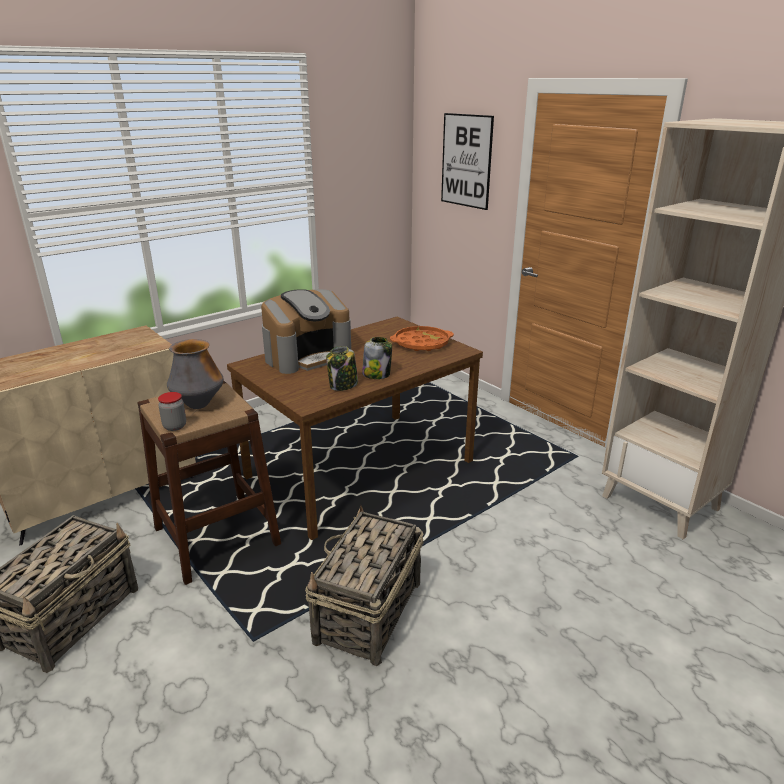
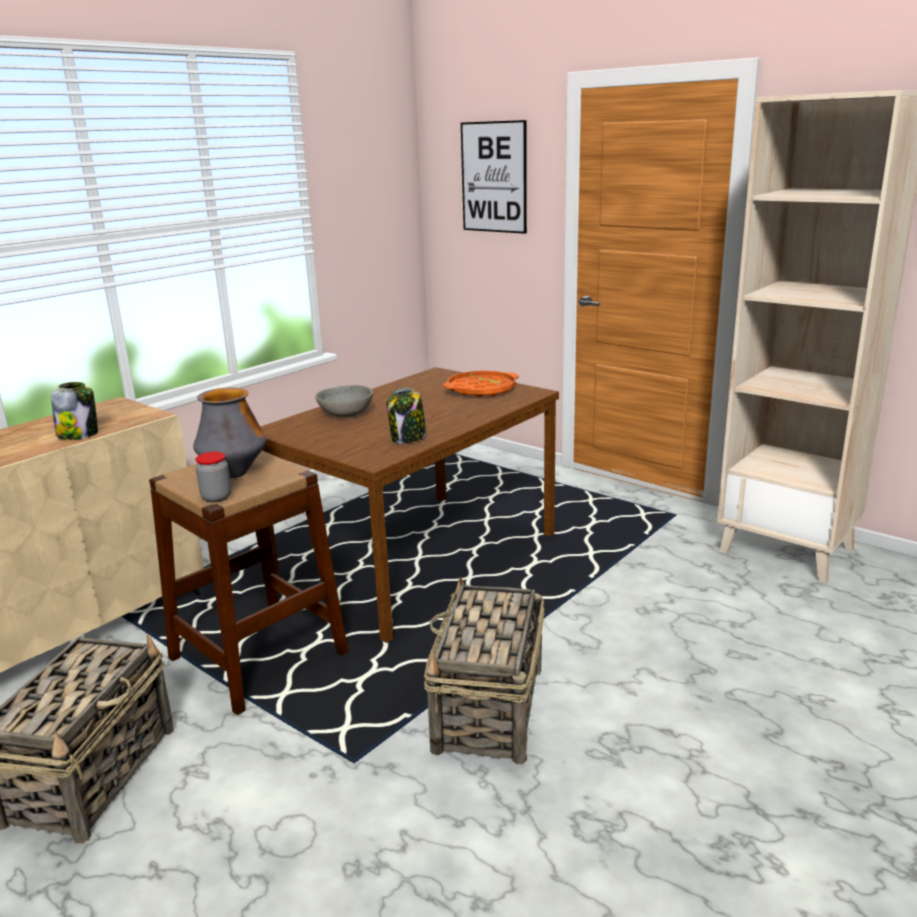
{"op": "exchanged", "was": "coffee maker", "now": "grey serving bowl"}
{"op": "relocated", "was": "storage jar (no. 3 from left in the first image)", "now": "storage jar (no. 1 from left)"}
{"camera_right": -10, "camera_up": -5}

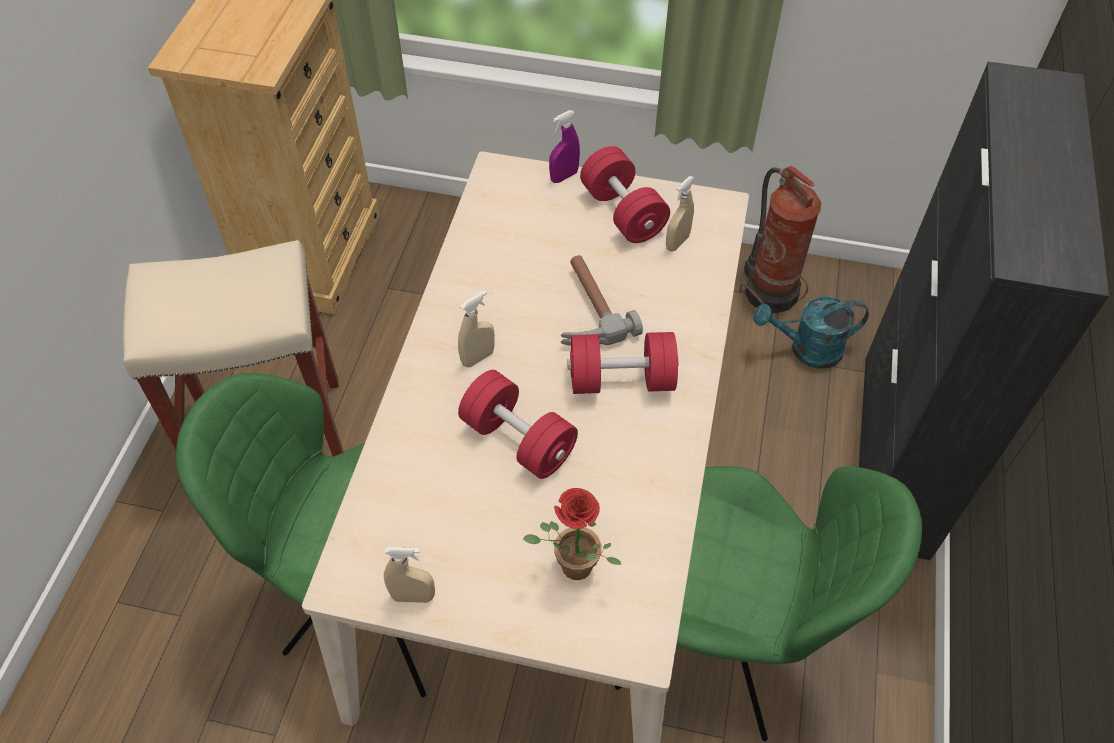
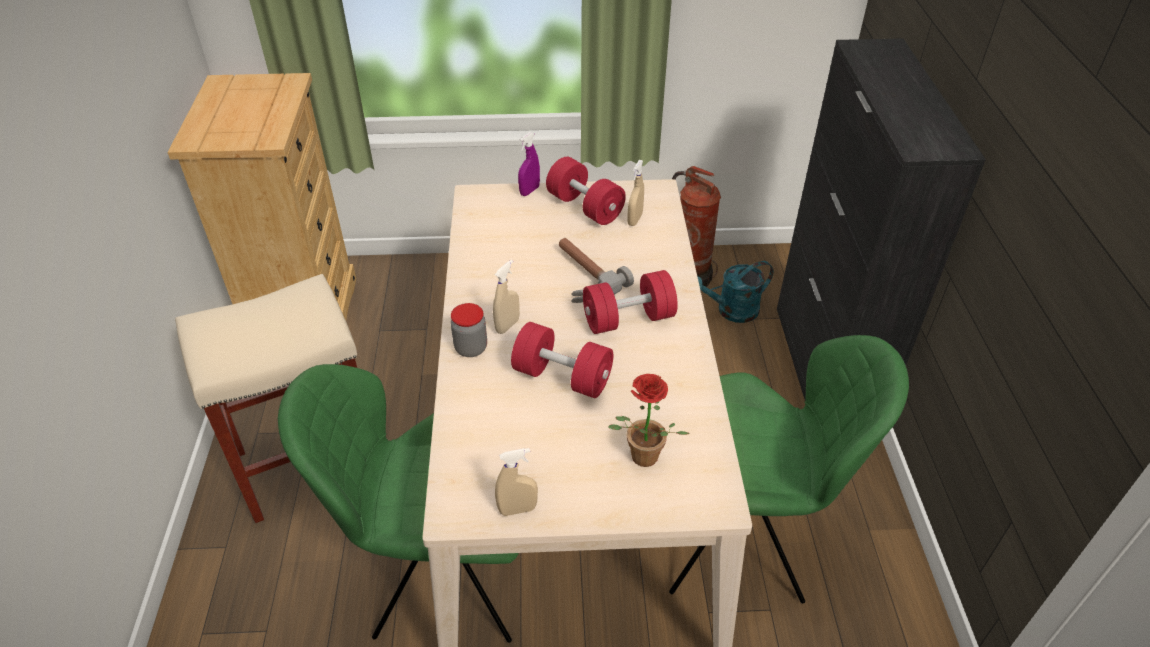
{"op": "appeared", "now": "storage jar"}
{"camera_right": -15, "camera_up": -10}

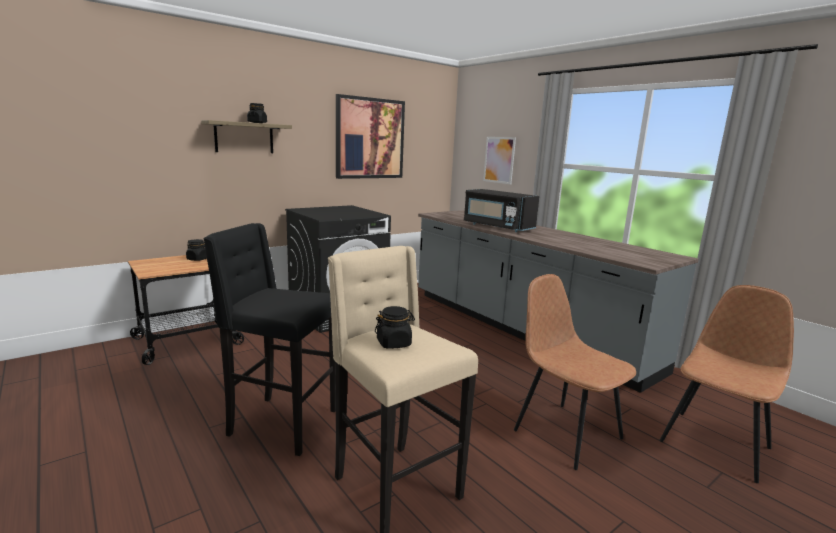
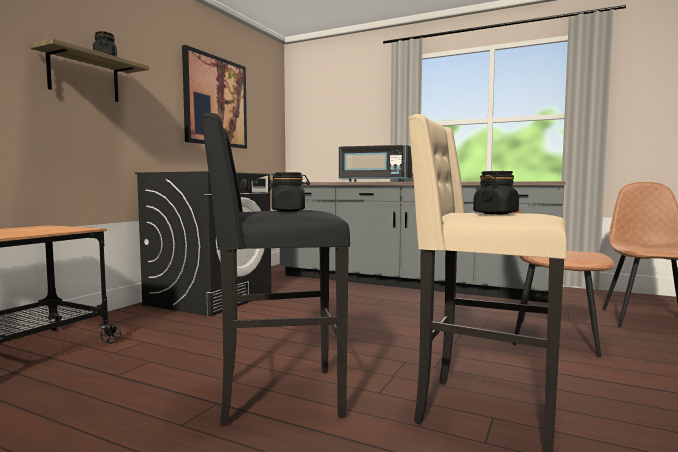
{"op": "missing", "was": "wall picture (no. 2 from left)"}
{"op": "relocated", "was": "black-coloured storage jar (no. 1 from left in the first image)", "now": "black-coloured storage jar (no. 2 from left)"}
{"camera_right": -25, "camera_up": -10}

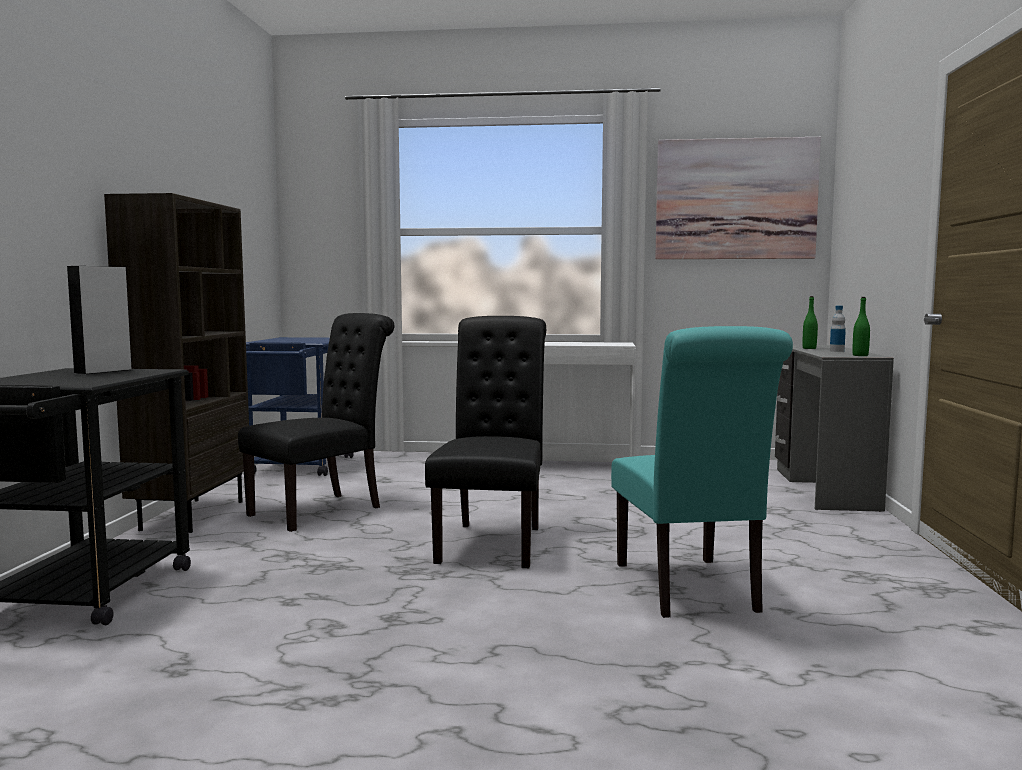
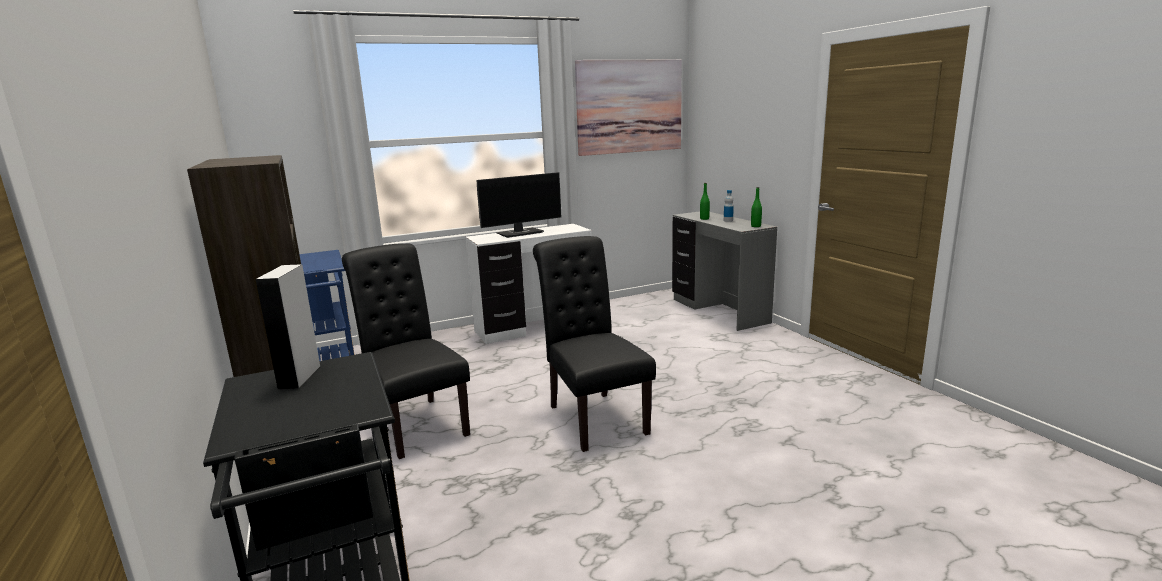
{"op": "spun", "was": "black-coloured chair (no. 1 from left)", "clockwise": -45}
{"op": "missing", "was": "blue-green chair"}
{"op": "appeared", "now": "computer display"}
{"camera_right": -30, "camera_up": 10}

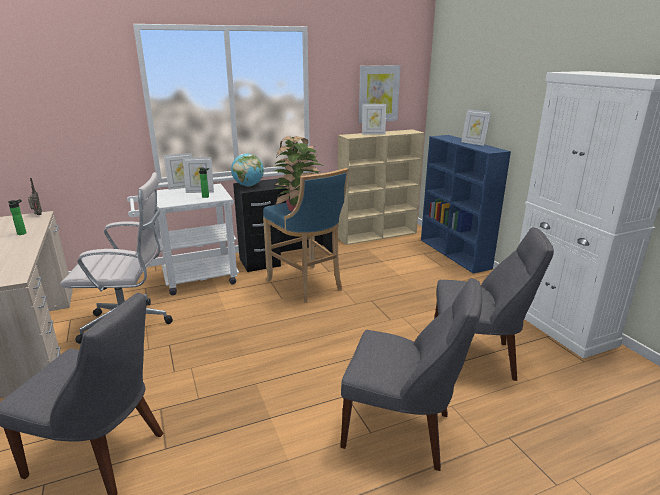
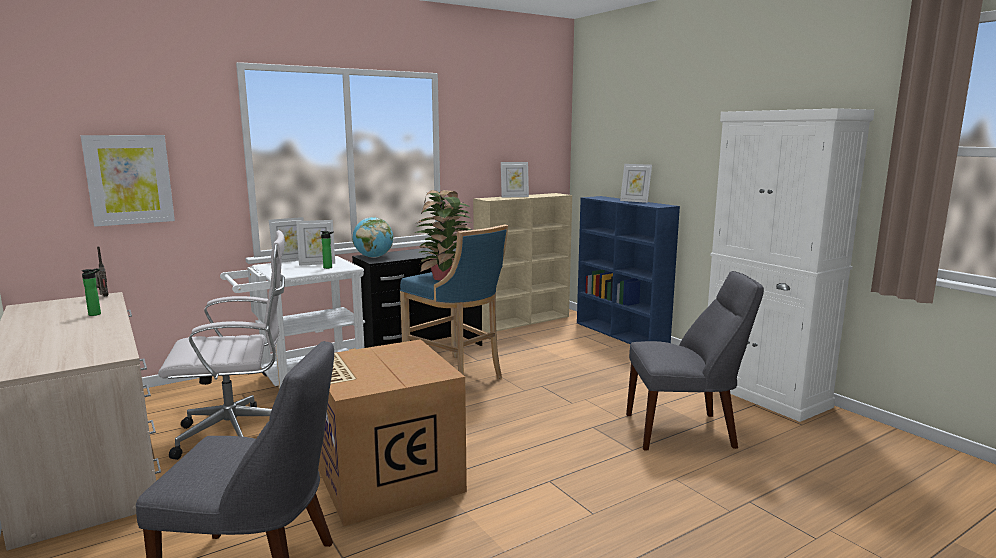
{"op": "relocated", "was": "wall picture"}
{"op": "missing", "was": "grey chair (no. 2 from left)"}
{"op": "appeared", "now": "cardboard box"}
{"camera_right": -10, "camera_up": -10}

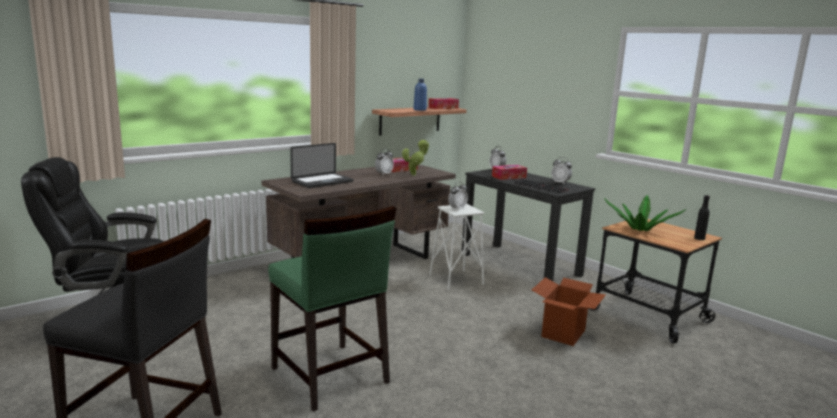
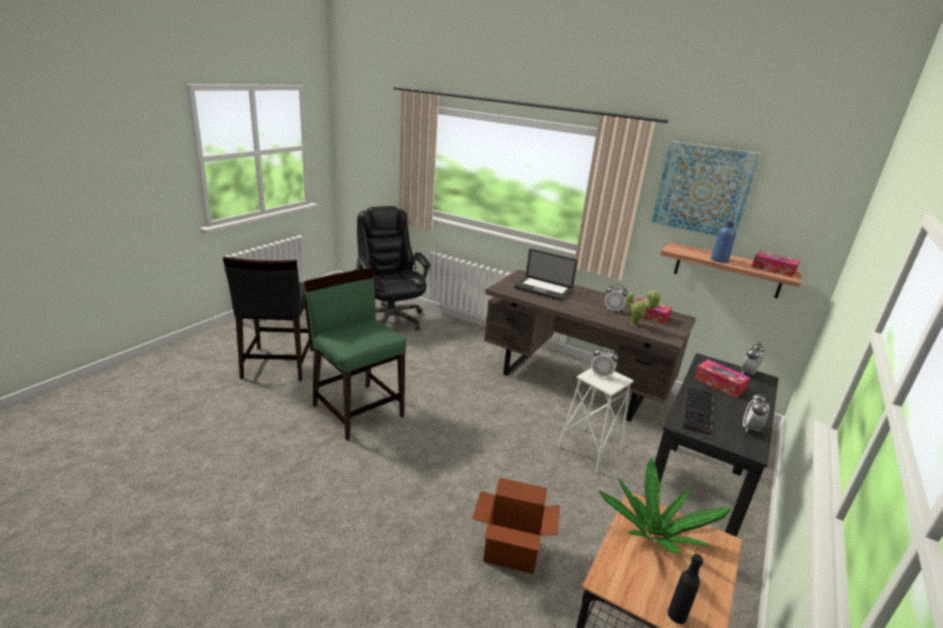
{"op": "spun", "was": "greenish chair", "clockwise": 105}
{"op": "appeared", "now": "wall picture"}
{"camera_right": 70, "camera_up": 10}

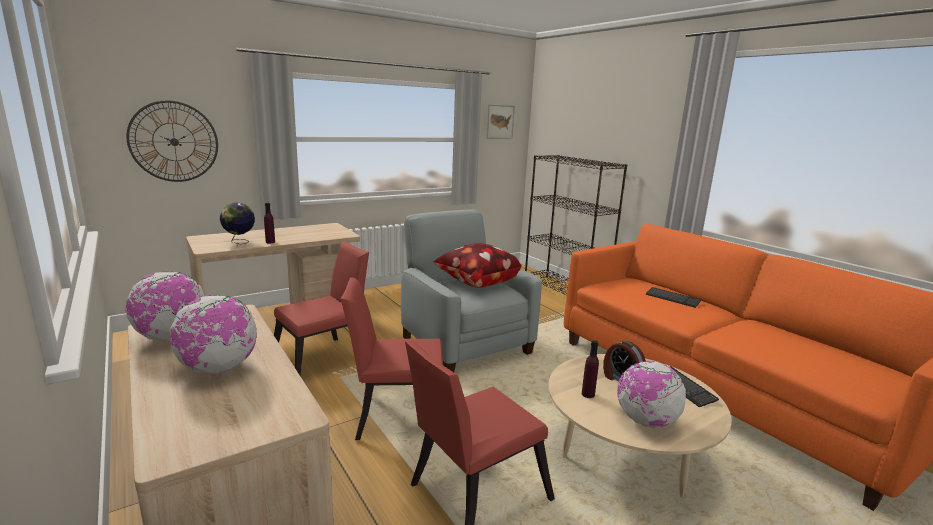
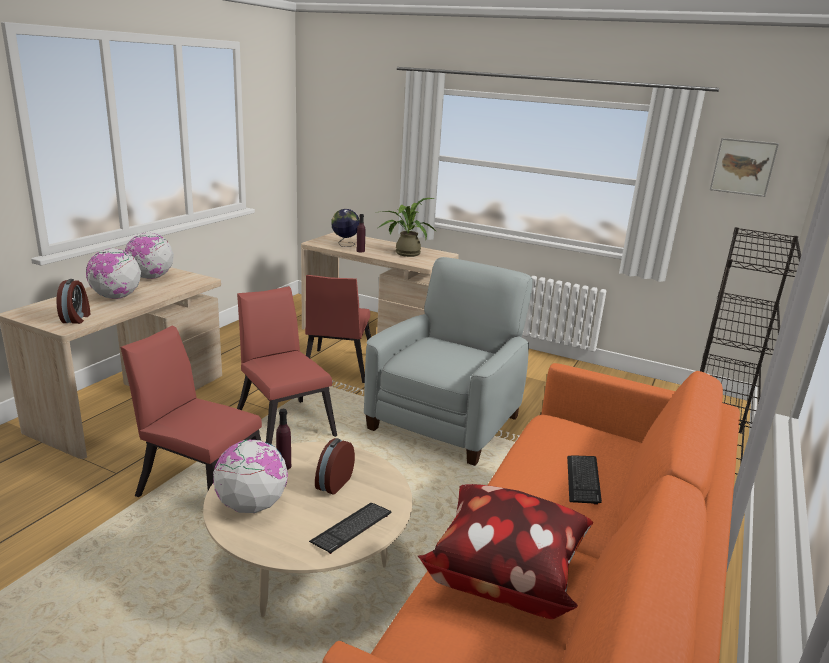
{"op": "missing", "was": "wall clock"}
{"op": "spun", "was": "red-coloured chair (no. 1 from left in the first image)", "clockwise": 75}
{"op": "relocated", "was": "pillow"}
{"op": "appeared", "now": "plant in a pot"}
{"op": "appeared", "now": "table clock (no. 1 from left)"}
{"camera_right": 60, "camera_up": 5}

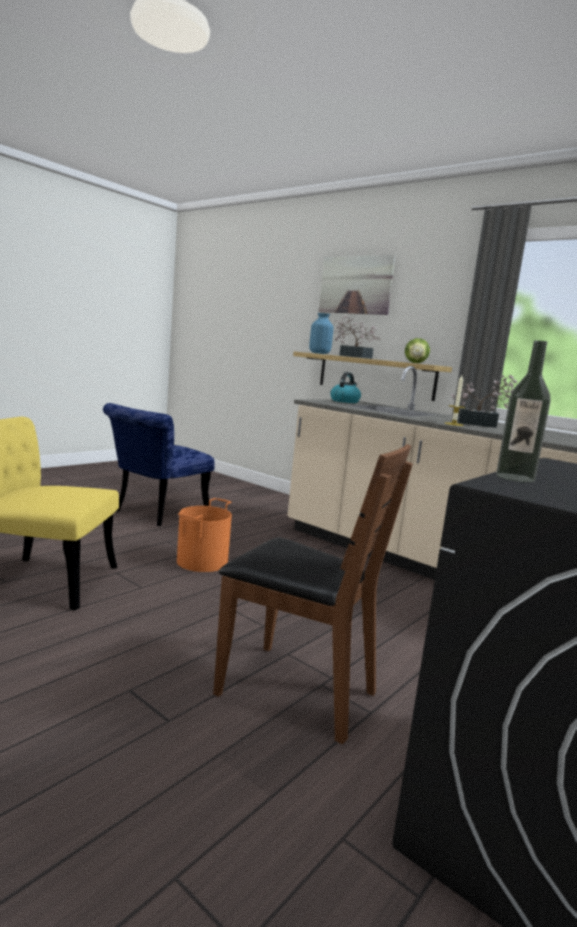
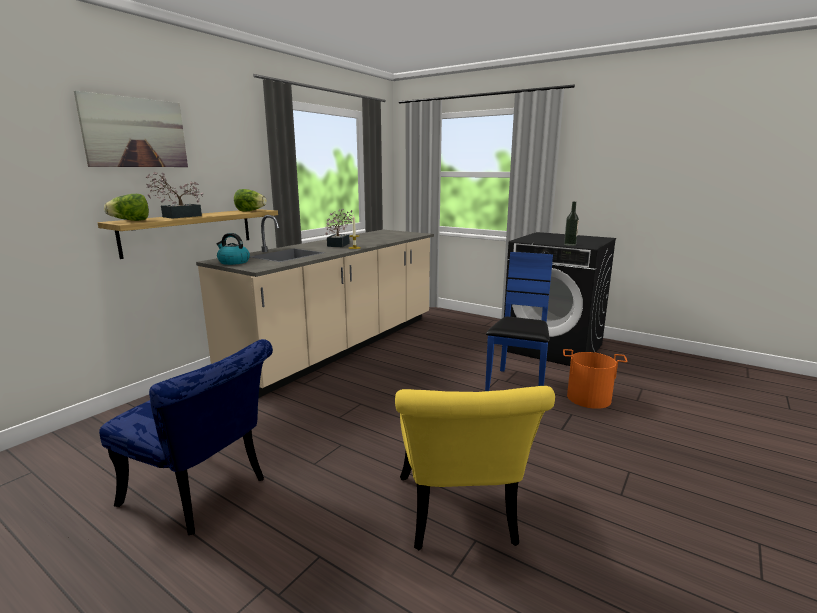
{"op": "exchanged", "was": "bluish flower vase", "now": "lettuce head (no. 1 from left)"}
{"op": "colour", "was": "brown chair", "now": "bluish chair (no. 2 from left)"}
{"op": "relocated", "was": "orange bucket"}
{"camera_right": -95, "camera_up": 5}

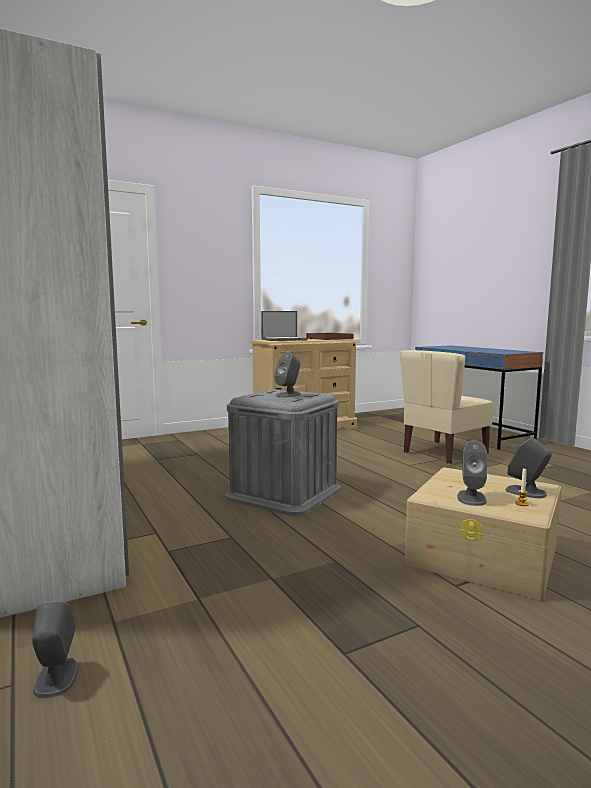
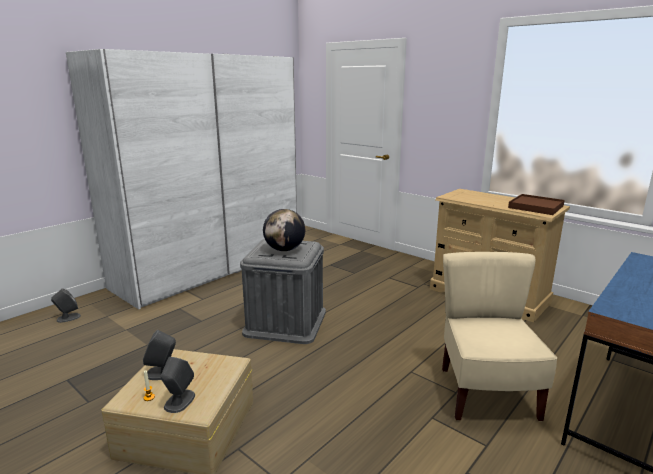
{"op": "missing", "was": "portable computer"}
{"op": "spun", "was": "beige-coloured chair", "clockwise": 60}
{"op": "exchanged", "was": "grey speaker (no. 2 from left)", "now": "desk globe"}
{"camera_right": 70, "camera_up": 10}

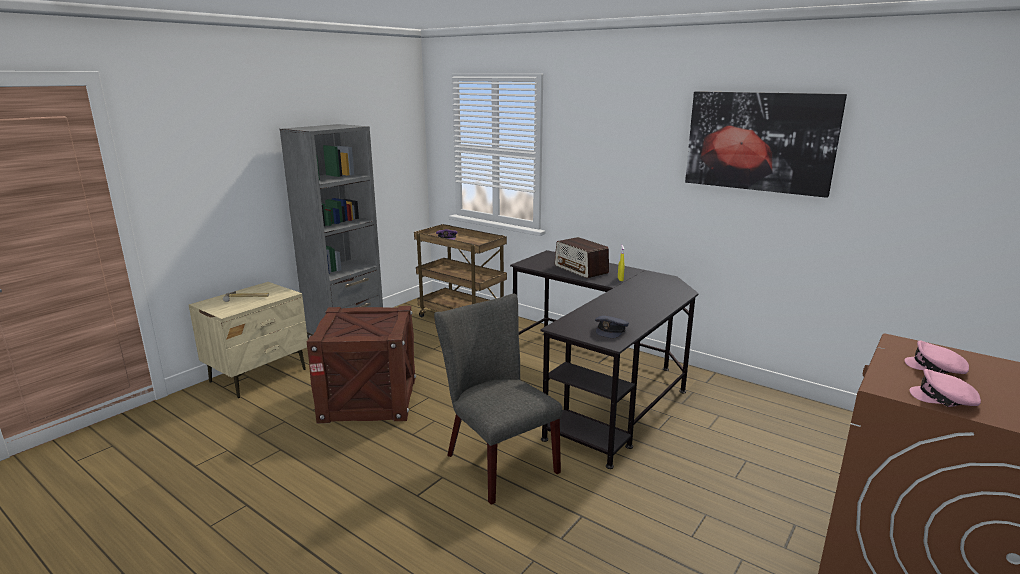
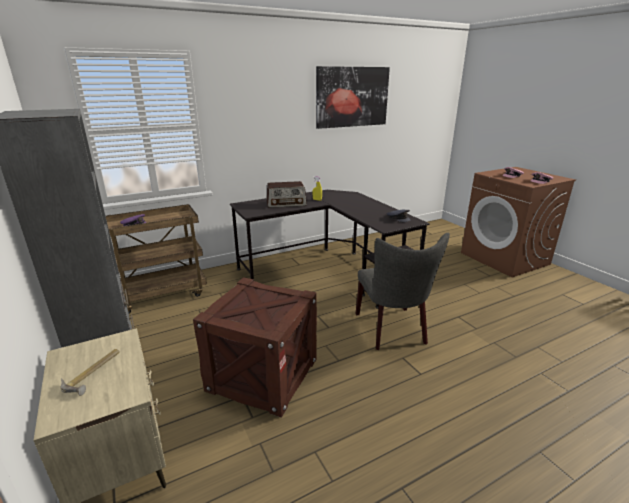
{"op": "spun", "was": "grey chair", "clockwise": -90}
{"camera_right": -65, "camera_up": 5}

